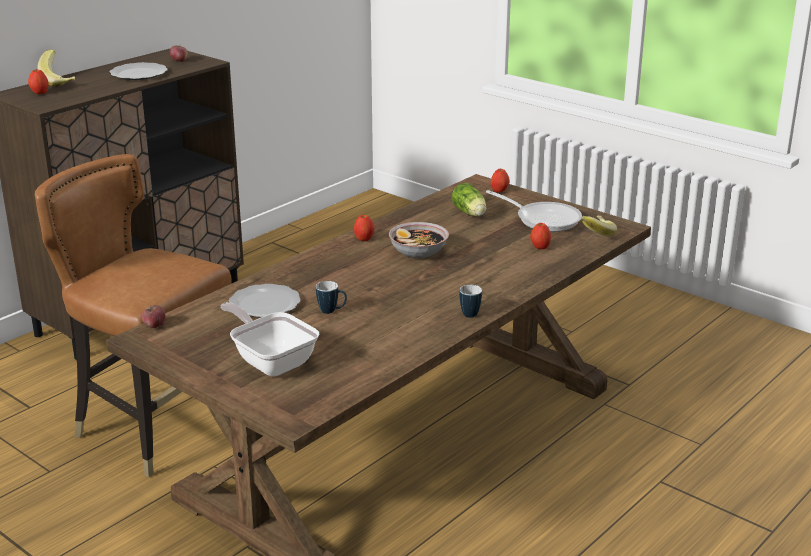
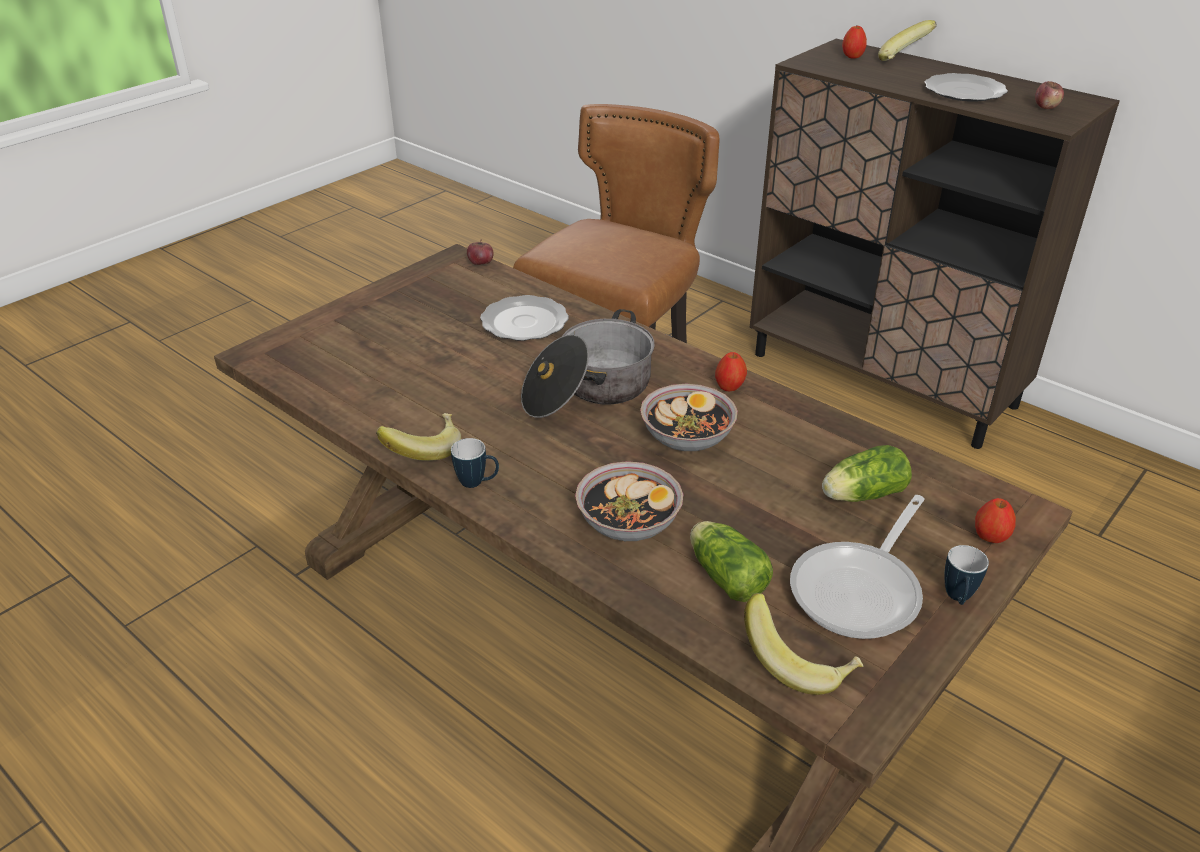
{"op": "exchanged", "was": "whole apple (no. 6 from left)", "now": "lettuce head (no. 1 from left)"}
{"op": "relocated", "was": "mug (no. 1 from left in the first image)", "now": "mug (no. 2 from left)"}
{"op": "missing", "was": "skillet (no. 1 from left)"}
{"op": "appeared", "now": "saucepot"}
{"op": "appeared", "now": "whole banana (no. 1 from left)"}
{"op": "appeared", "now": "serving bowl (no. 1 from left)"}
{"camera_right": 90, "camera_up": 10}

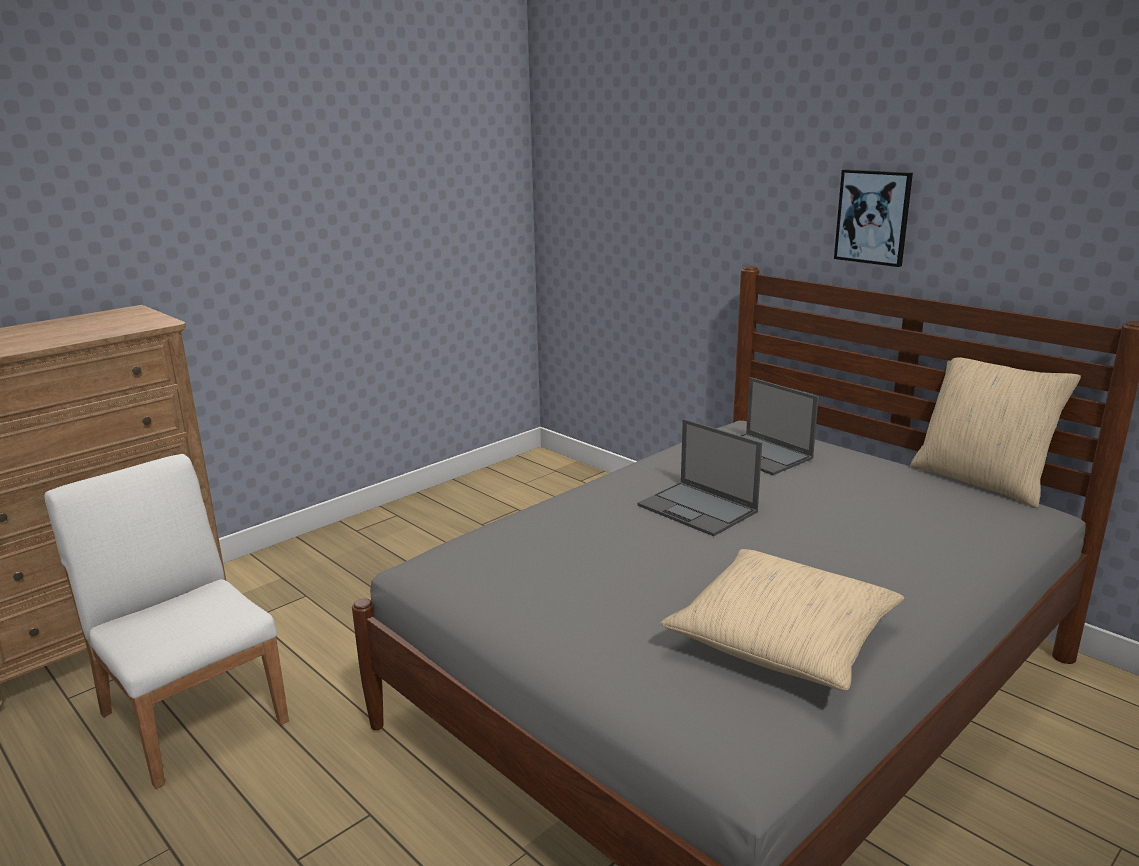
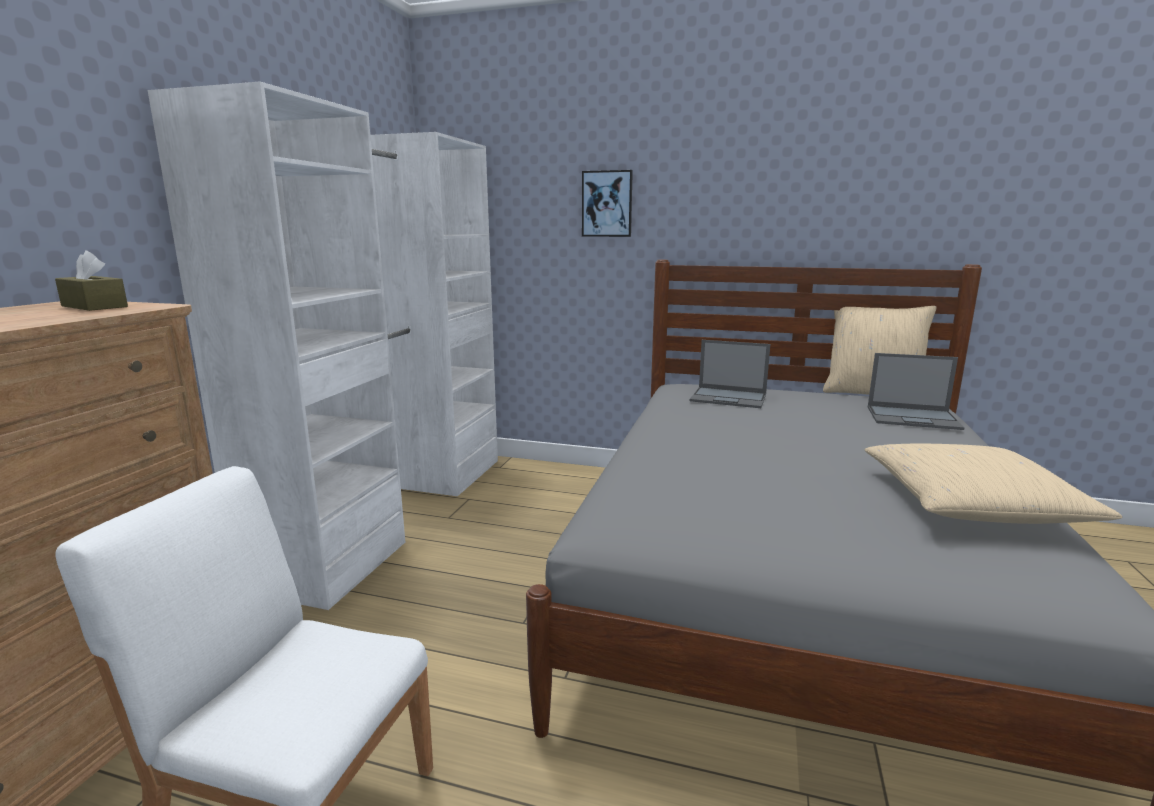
{"op": "relocated", "was": "wall picture"}
{"op": "relocated", "was": "portable computer (no. 1 from left in the first image)", "now": "portable computer (no. 2 from left)"}
{"op": "appeared", "now": "white-coloured wardrobe"}
{"op": "appeared", "now": "brown box of tissues"}
{"camera_right": -30, "camera_up": -5}

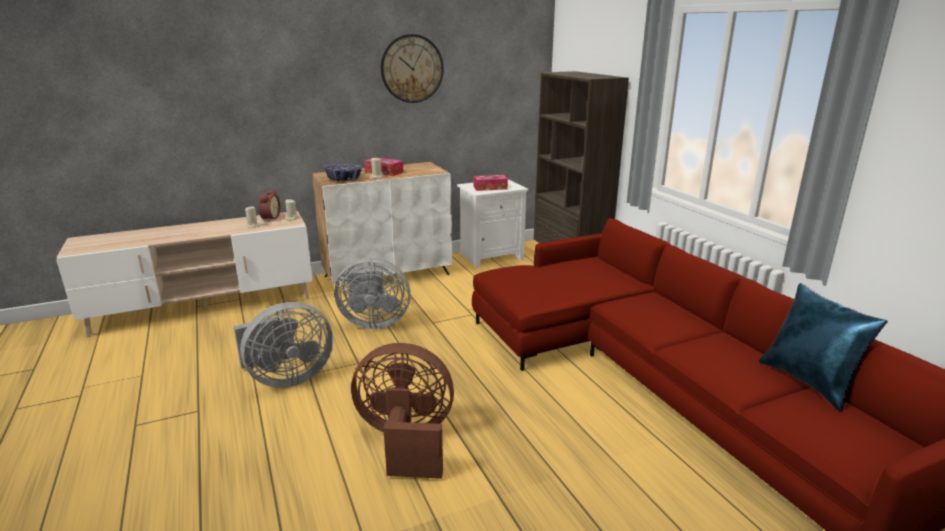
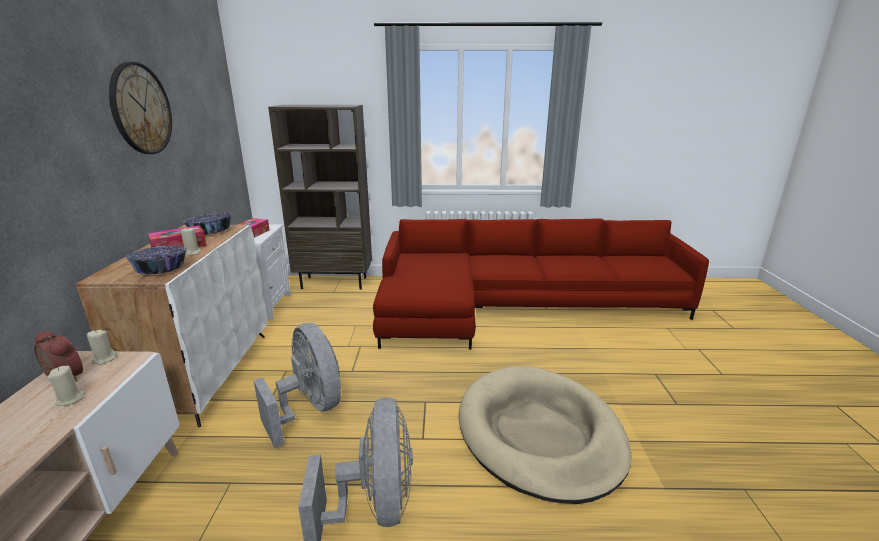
{"op": "spun", "was": "grey fan (no. 2 from left in the first image)", "clockwise": -60}
{"op": "missing", "was": "bluish pillow"}
{"op": "exchanged", "was": "brown fan", "now": "beige-coloured pet bed"}
{"op": "appeared", "now": "serving bowl (no. 2 from left)"}
{"camera_right": -65, "camera_up": 0}

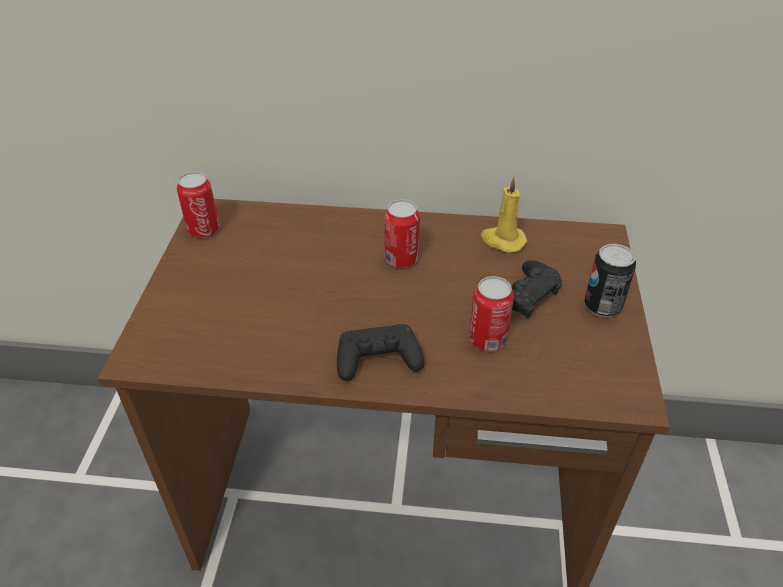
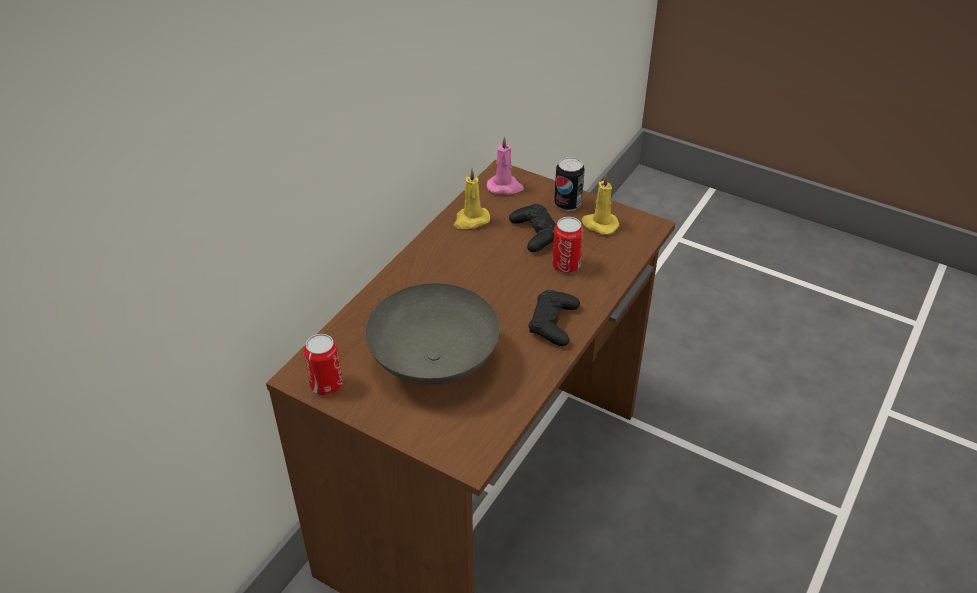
{"op": "missing", "was": "metal can (no. 2 from left)"}
{"op": "appeared", "now": "pink candle"}
{"op": "appeared", "now": "yellow-coloured candle (no. 2 from left)"}
{"op": "appeared", "now": "grey serving bowl"}
{"camera_right": -65, "camera_up": 0}

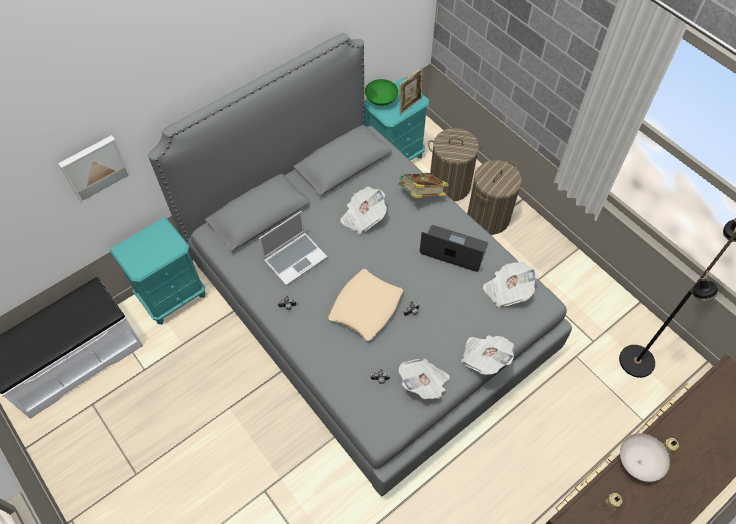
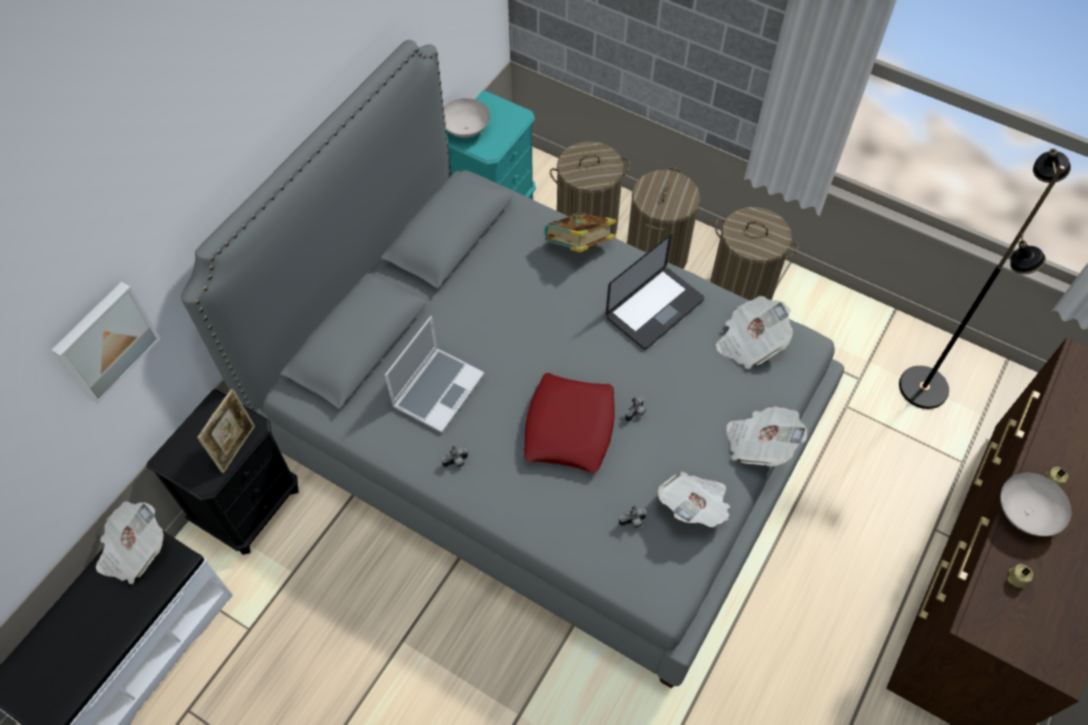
{"op": "relocated", "was": "standing frame"}
{"op": "colour", "was": "greenish serving bowl", "now": "white-coloured serving bowl (no. 1 from left)"}
{"op": "relocated", "was": "newspaper (no. 1 from left)"}
{"op": "colour", "was": "blue-green nightstand (no. 1 from left)", "now": "black-coloured nightstand"}
{"op": "spun", "was": "portable computer (no. 2 from left)", "clockwise": 135}
{"op": "colour", "was": "beige-coloured pillow", "now": "red-coloured pillow"}
{"op": "appeared", "now": "hamper (no. 3 from left)"}
{"camera_right": -20, "camera_up": 0}

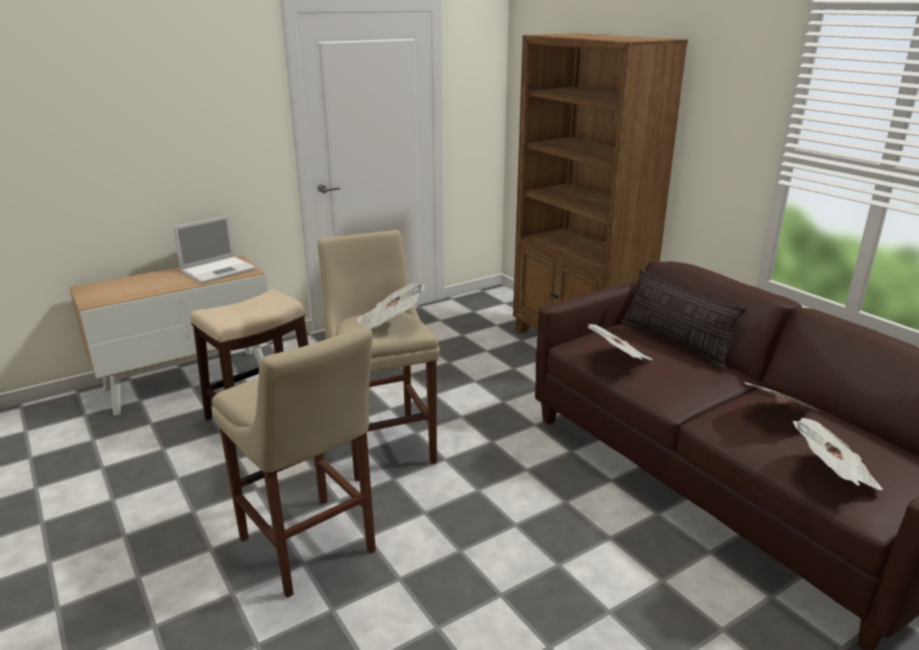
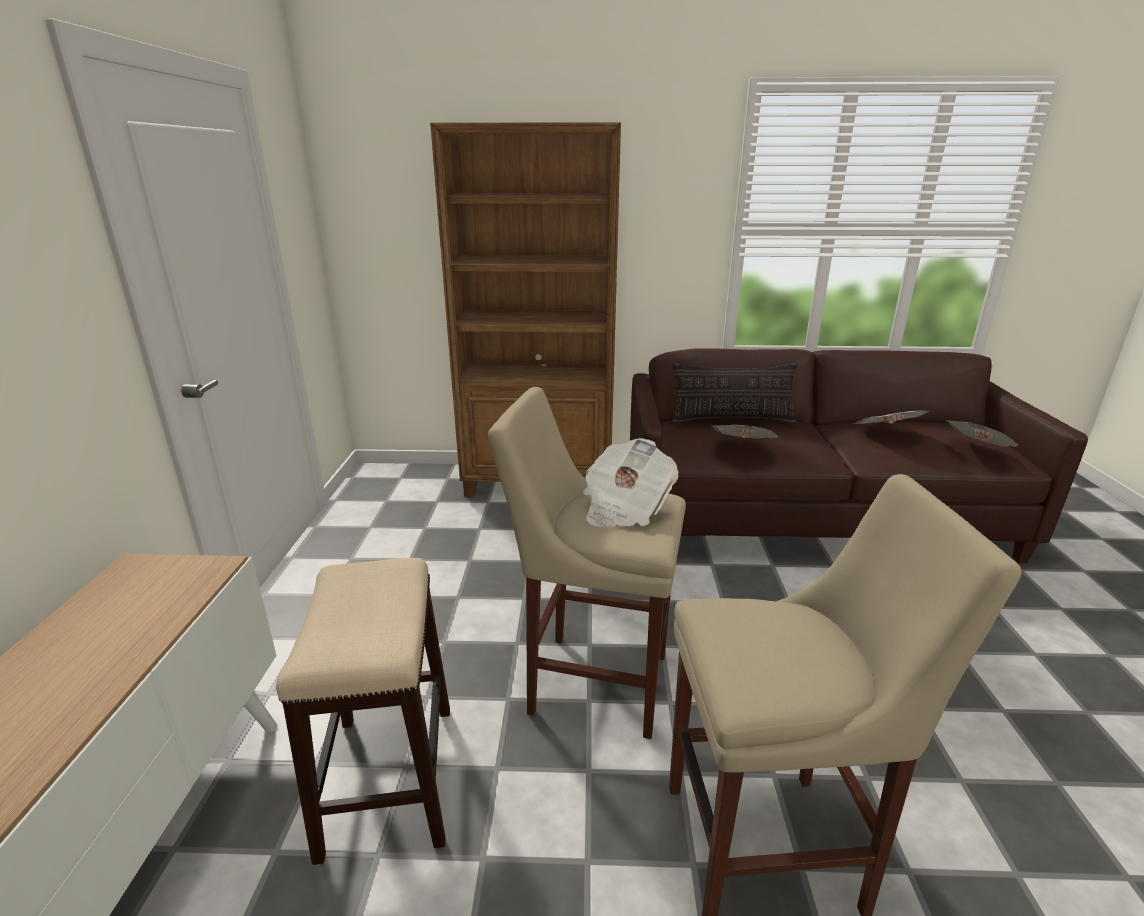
{"op": "missing", "was": "portable computer"}
{"camera_right": -55, "camera_up": 0}

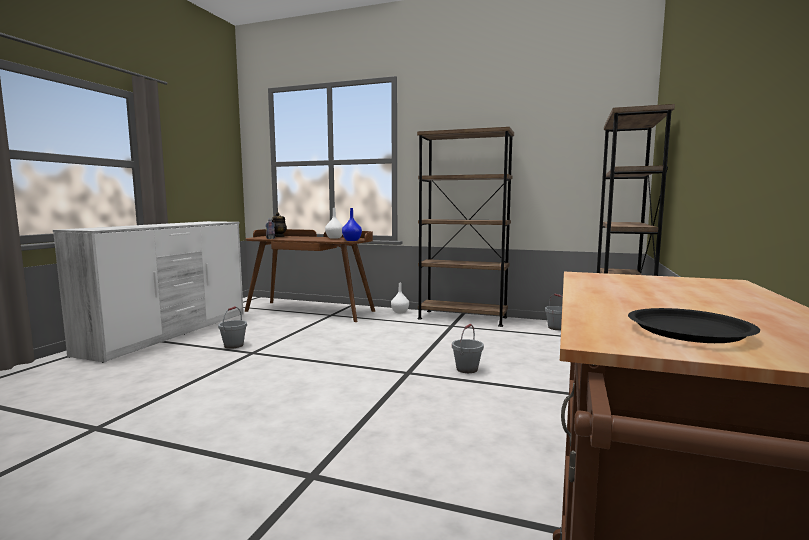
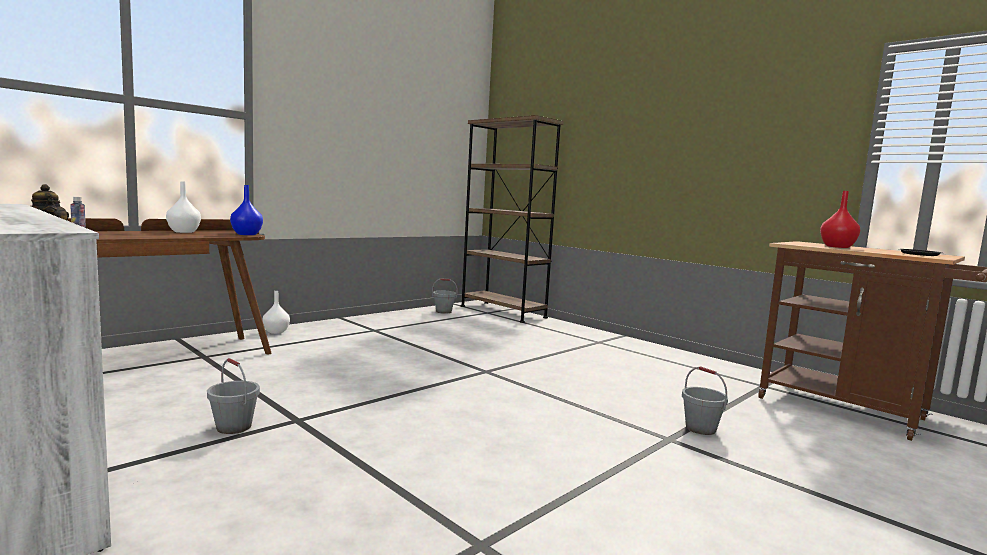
{"op": "missing", "was": "brown shelving unit (no. 1 from left)"}
{"op": "relocated", "was": "grey bucket (no. 2 from left in the first image)", "now": "grey bucket (no. 3 from left)"}
{"op": "appeared", "now": "red-coloured flower vase"}
{"camera_right": -65, "camera_up": 0}

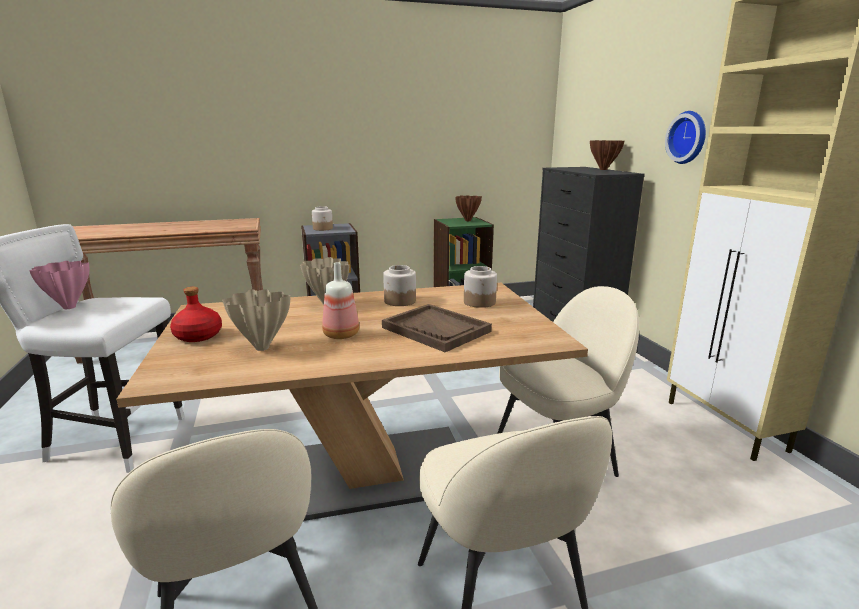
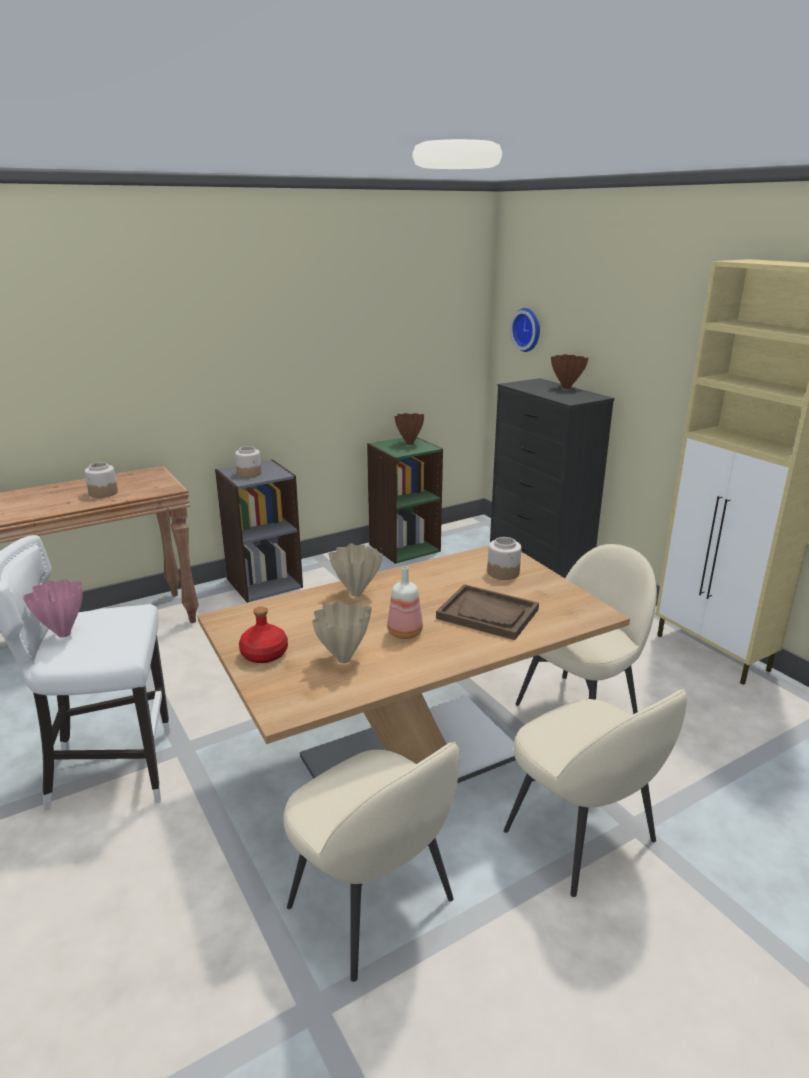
{"op": "relocated", "was": "wall clock"}
{"op": "relocated", "was": "storage jar (no. 2 from left in the first image)", "now": "storage jar (no. 1 from left)"}
{"camera_right": -15, "camera_up": 5}

